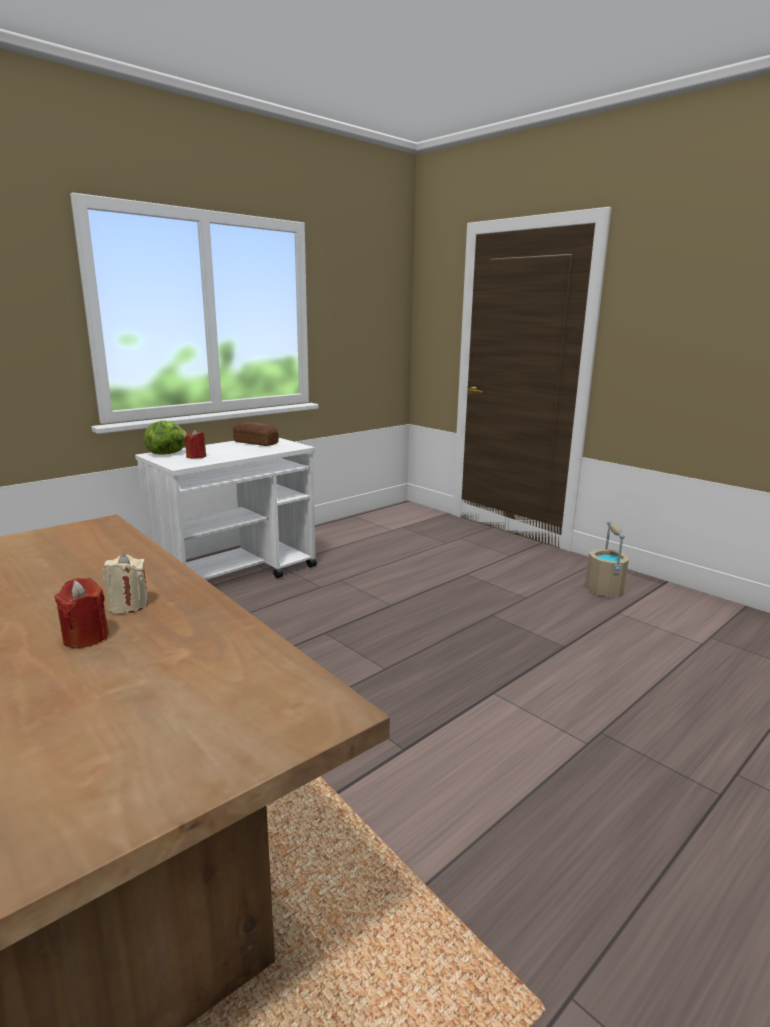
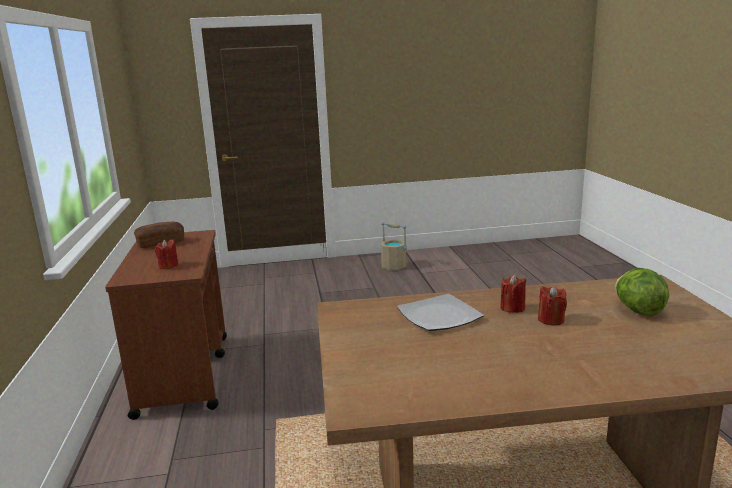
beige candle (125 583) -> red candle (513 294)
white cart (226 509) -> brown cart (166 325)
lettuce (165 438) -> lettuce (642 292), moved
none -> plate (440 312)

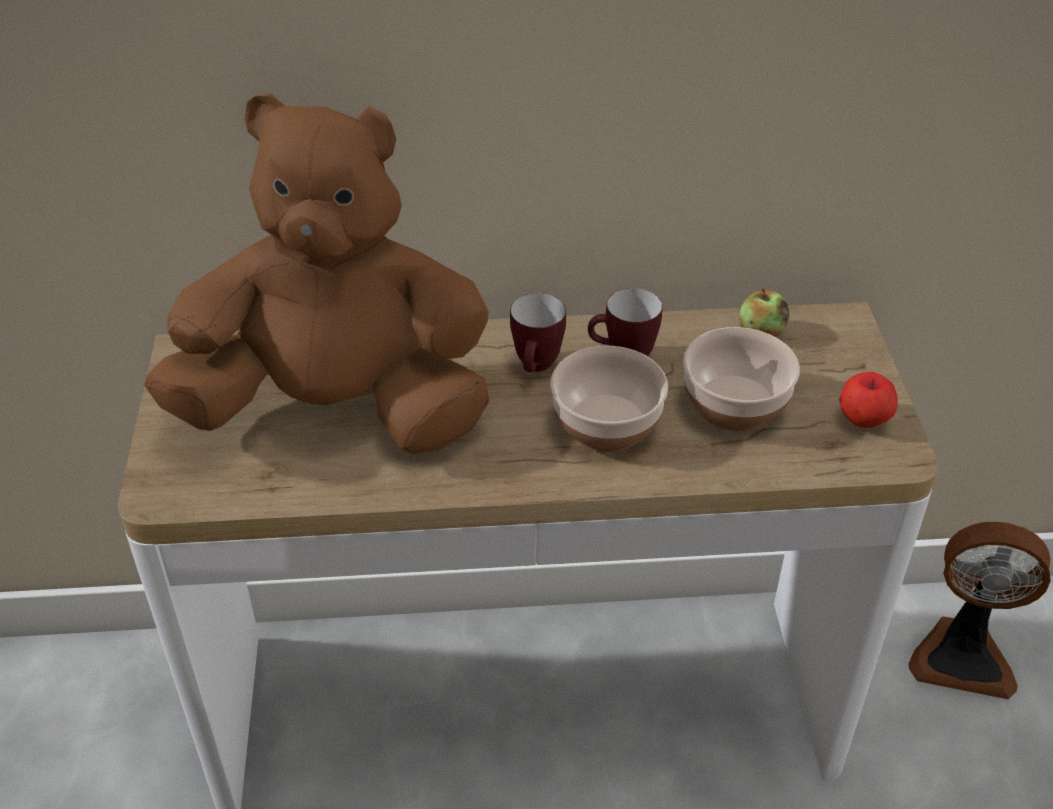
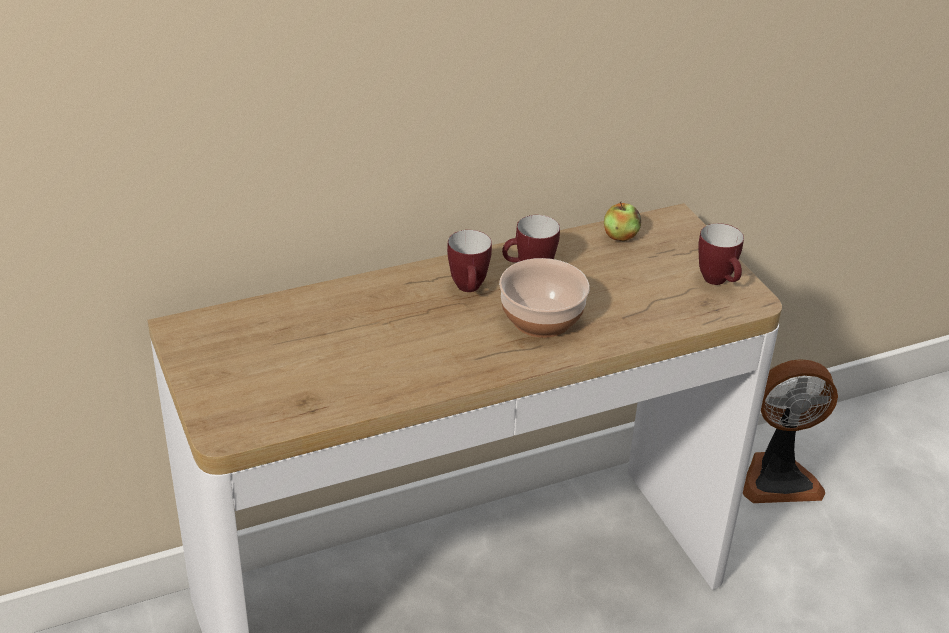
brown plush toy (317 274) -> none
bowl (741 379) -> none
apple (868 400) -> mug (721 254)

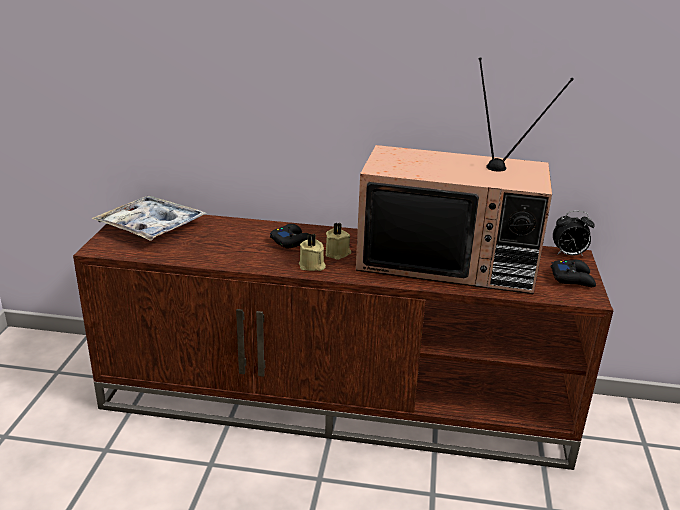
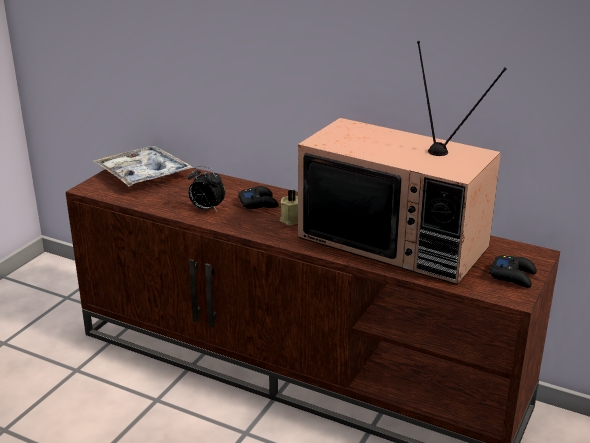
beige candle (312 252) -> none
alarm clock (574 233) -> alarm clock (206 188), moved

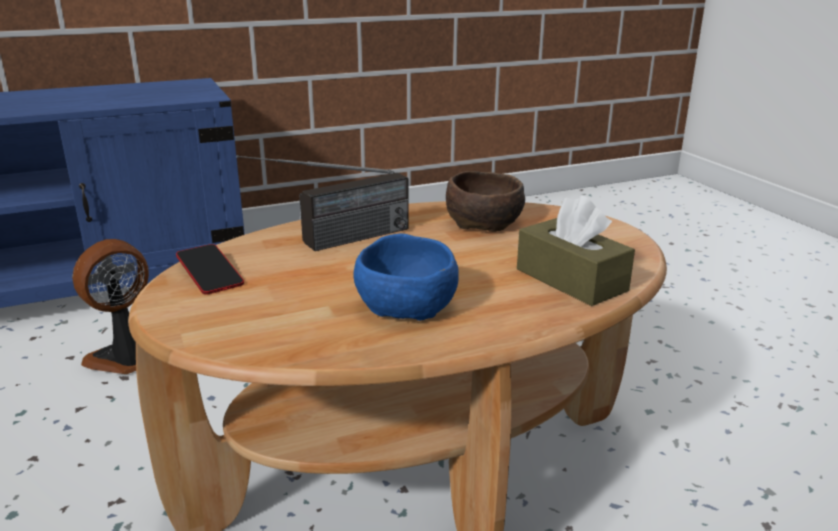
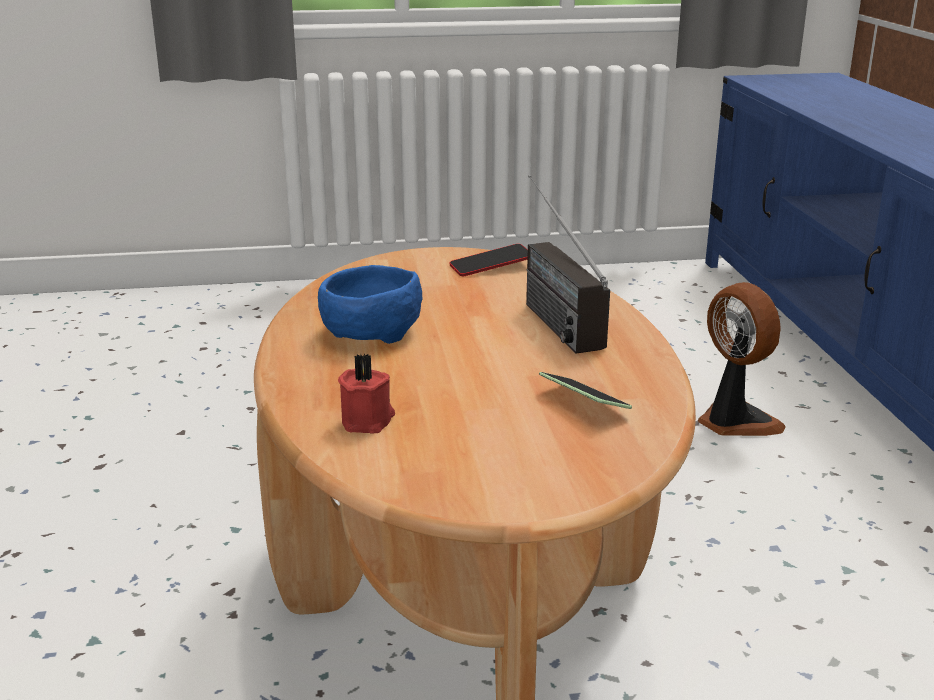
brown bowl (485 201) -> phone (585 390)
brown tissue box (576 250) -> red candle (366 393)

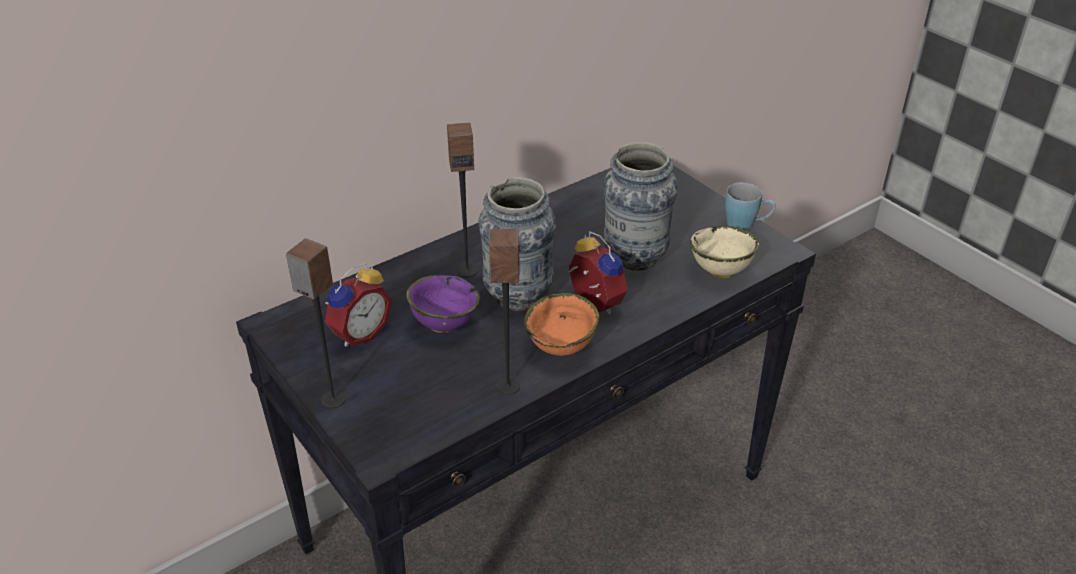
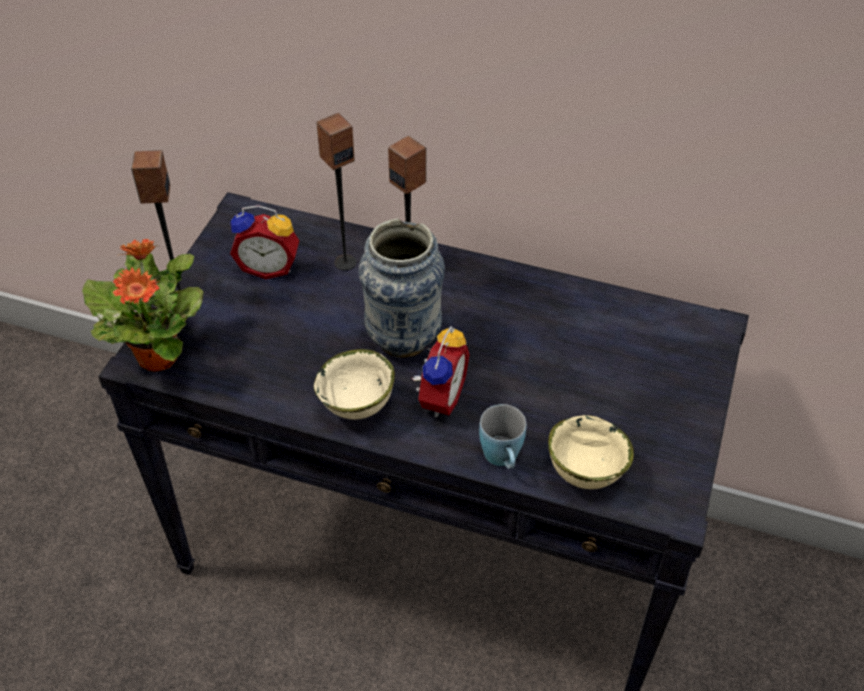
purple bowl (443 304) -> none
speaker (504 312) -> speaker (336 192), moved
orange bowl (561 324) -> beige bowl (354 384)
vase (640 206) -> none
blue mug (750 206) -> blue mug (503 436), moved
none -> potted plant (142 305)

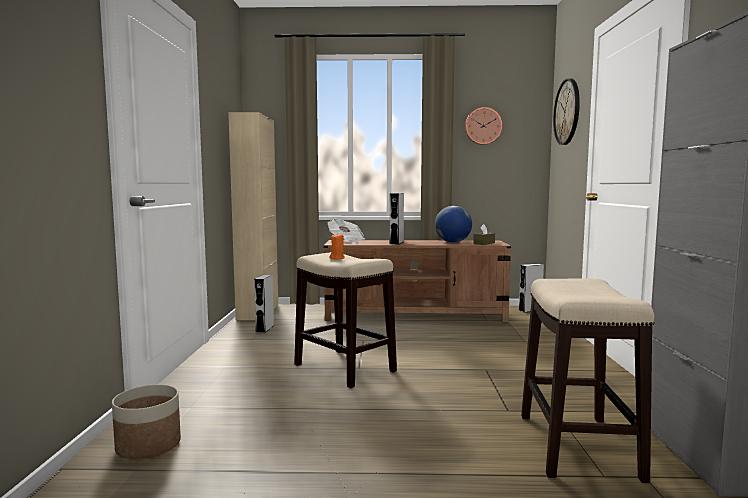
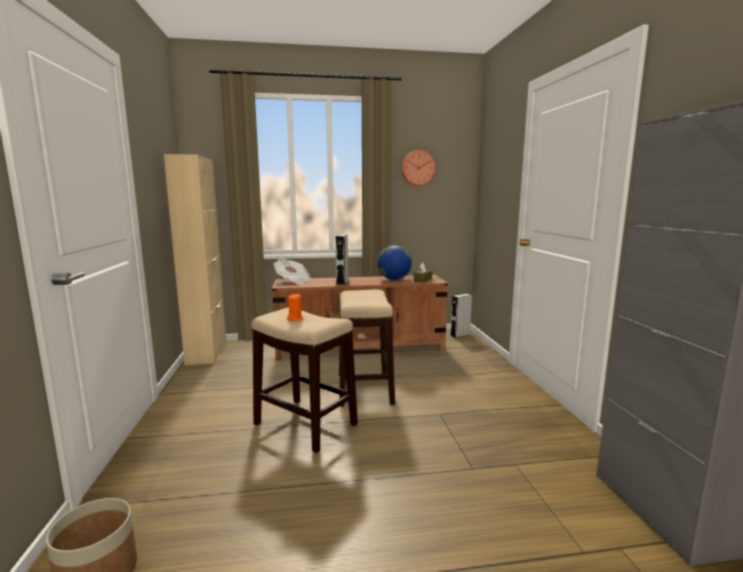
grey speaker (264 303) -> none
stool (587 380) -> stool (367 348), moved
wall clock (566 111) -> none

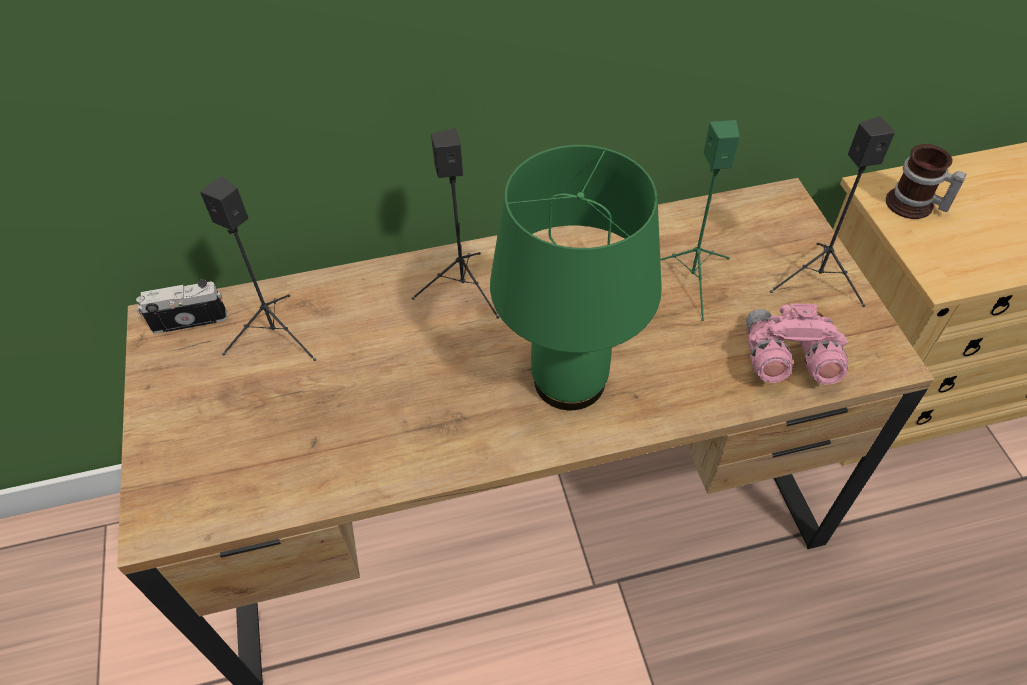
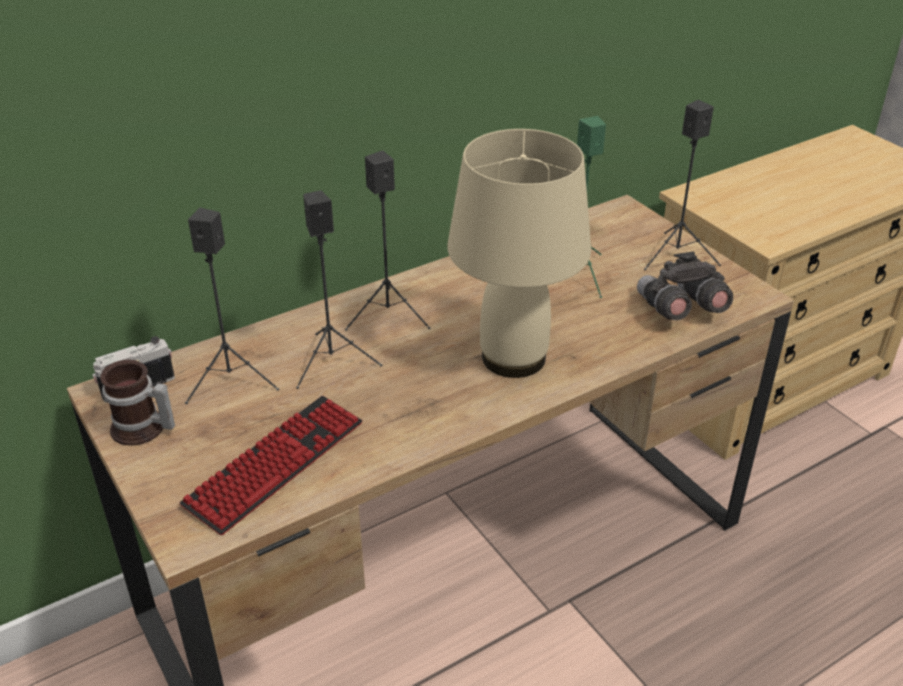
green table lamp (576 277) -> beige table lamp (519 253)
pink binoculars (797 344) -> grey binoculars (685 285)
mug (926 181) -> mug (137 402), moved
none -> keyboard (271 465)
none -> black speaker (339 289)

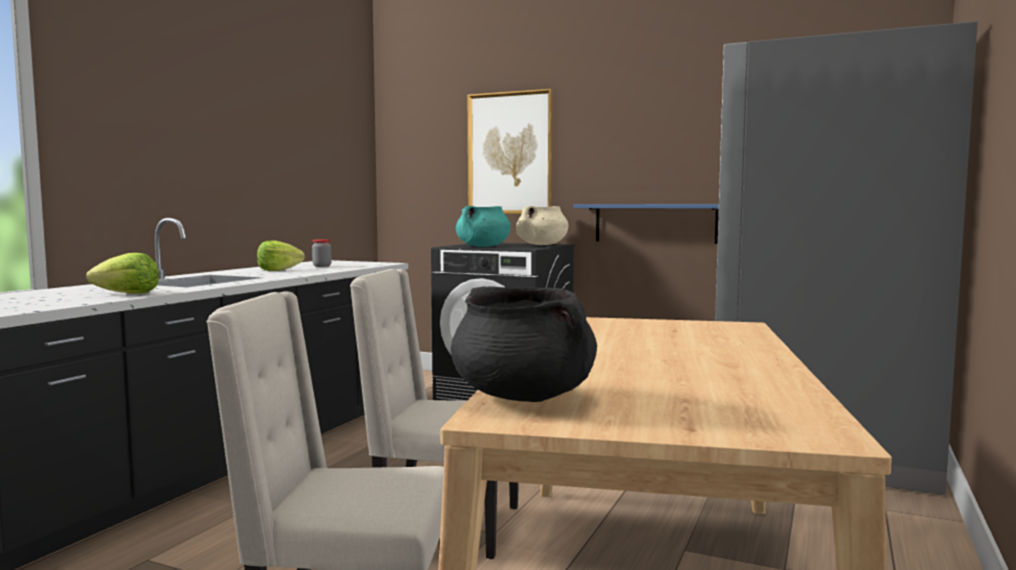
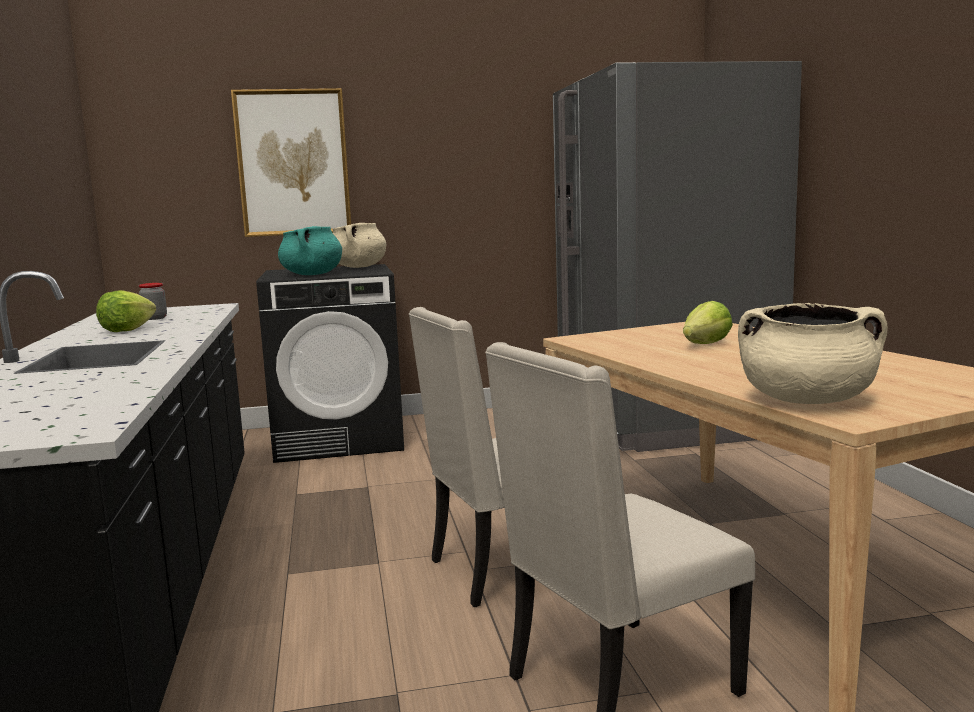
lettuce (122 273) -> lettuce (708 322), moved
black cooking pot (524 344) -> beige cooking pot (812 353)
blue shelf (646 224) -> none

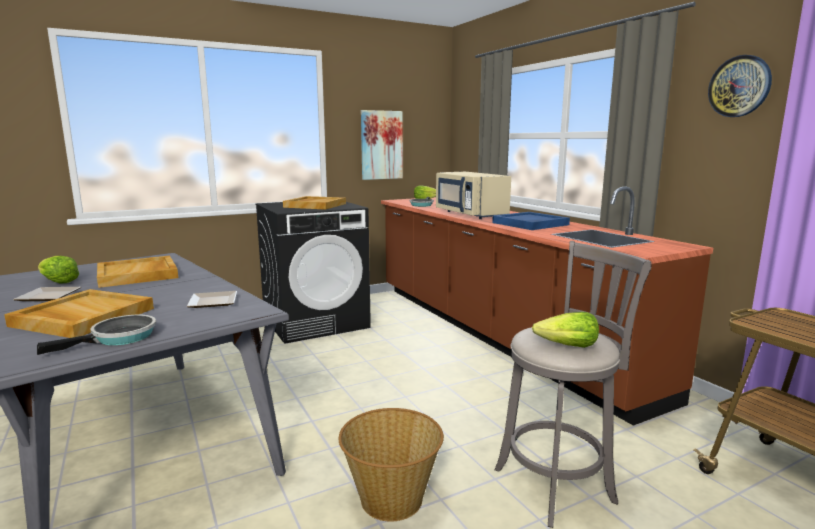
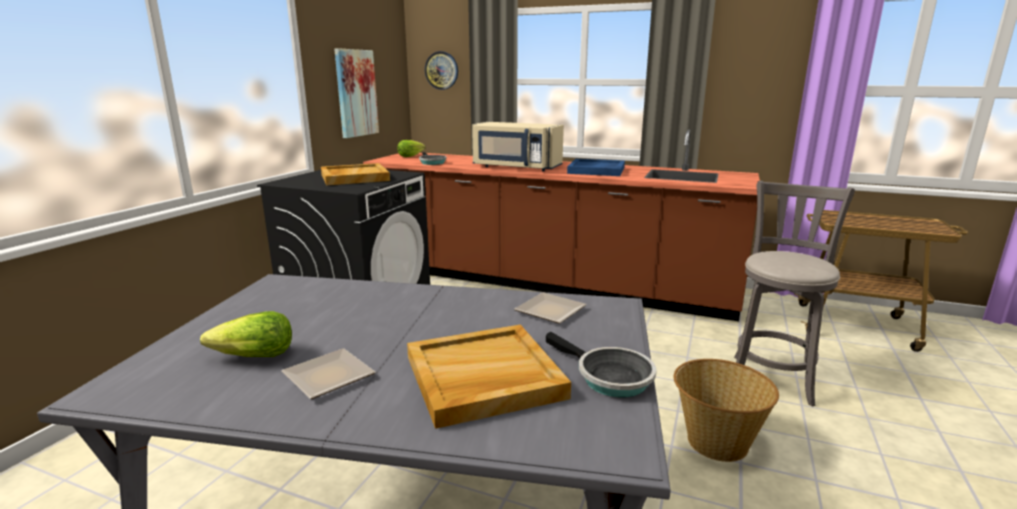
frying pan (96 335) -> frying pan (601 364), 135 degrees clockwise
beige tray (137 272) -> none
lettuce (565 330) -> none
wall clock (740 86) -> wall clock (441 70), moved

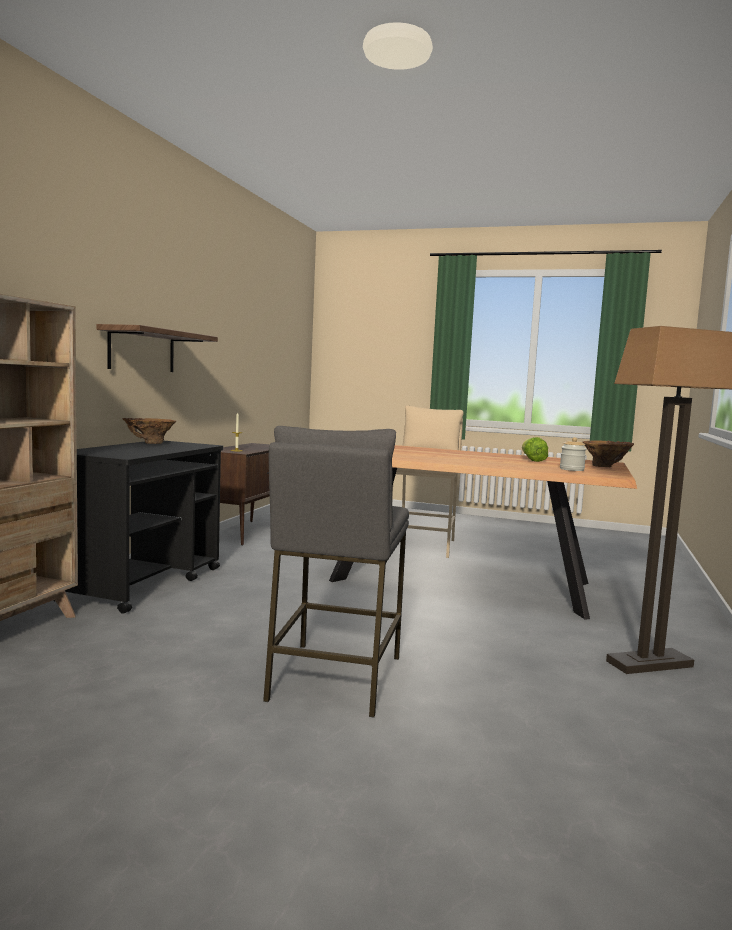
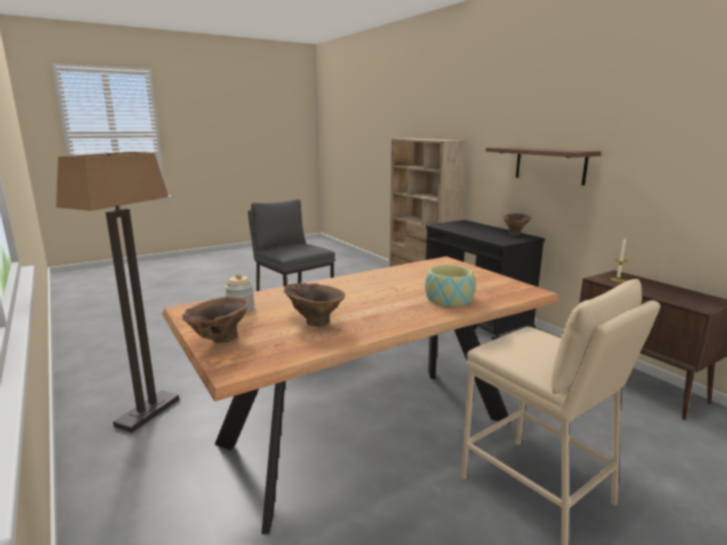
lettuce (535 449) -> brown vase (314 305)
none -> bowl (450 286)

